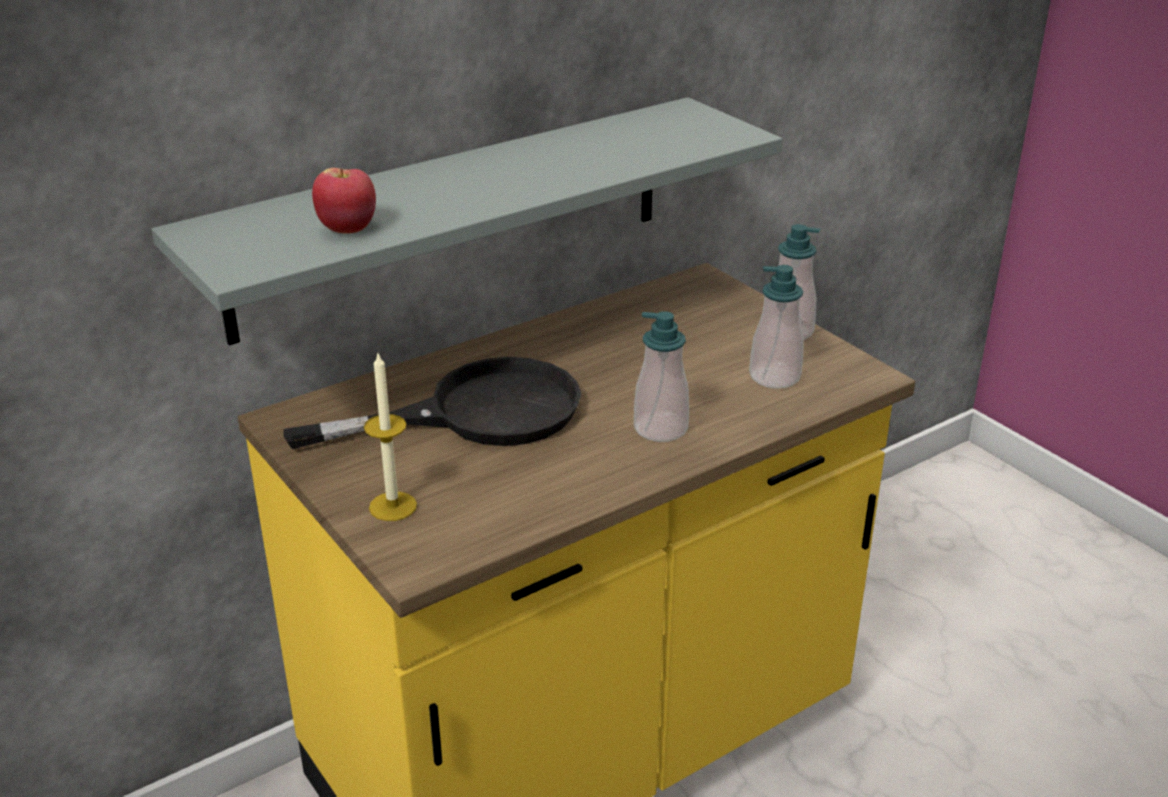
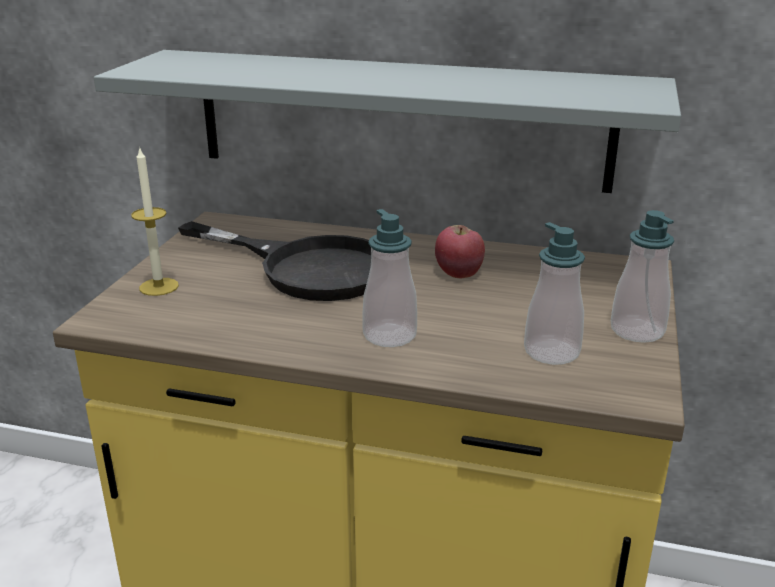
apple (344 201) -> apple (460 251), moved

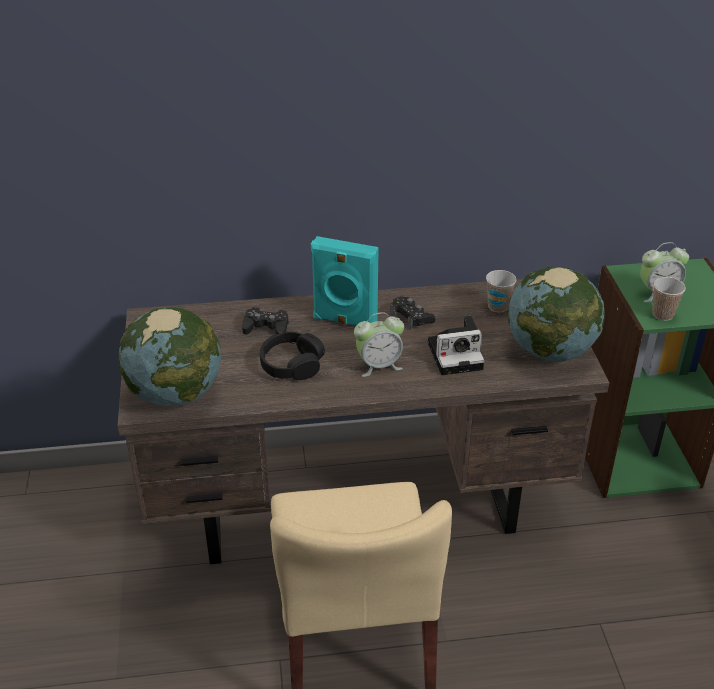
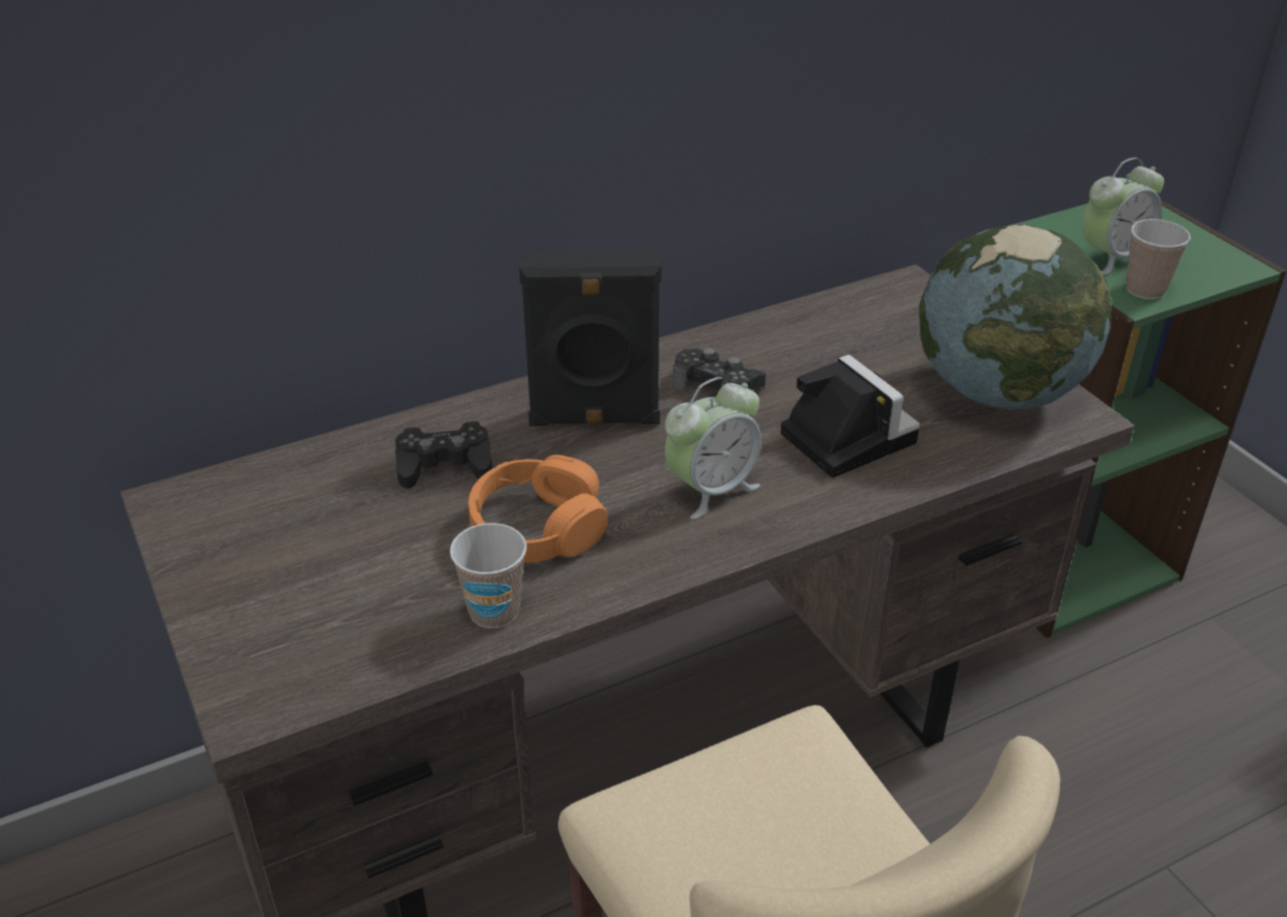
globe (170 356) -> none
black headphones (292 355) -> orange headphones (538 509)
turquoise speaker (345 280) -> black speaker (590 338)
photo camera (456 345) -> photo camera (850 416), 90 degrees counterclockwise
cup (501 291) -> cup (488 575), moved

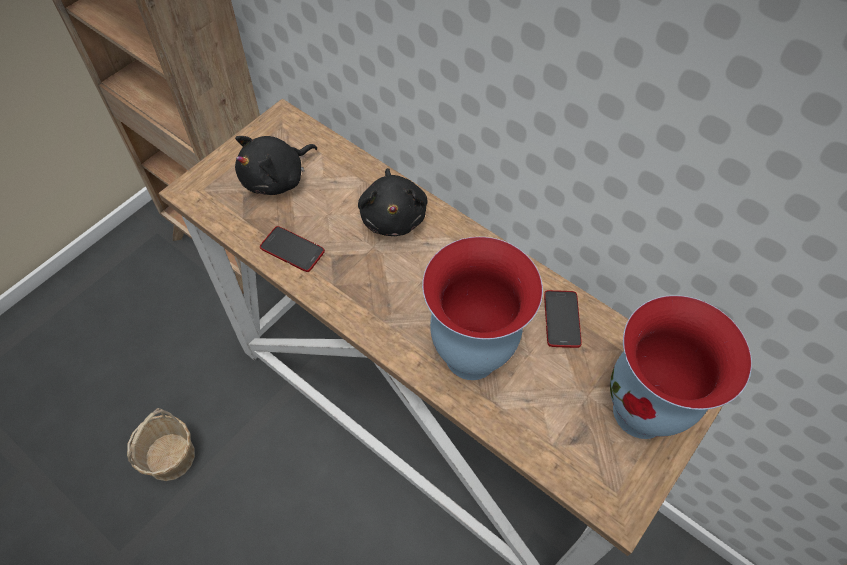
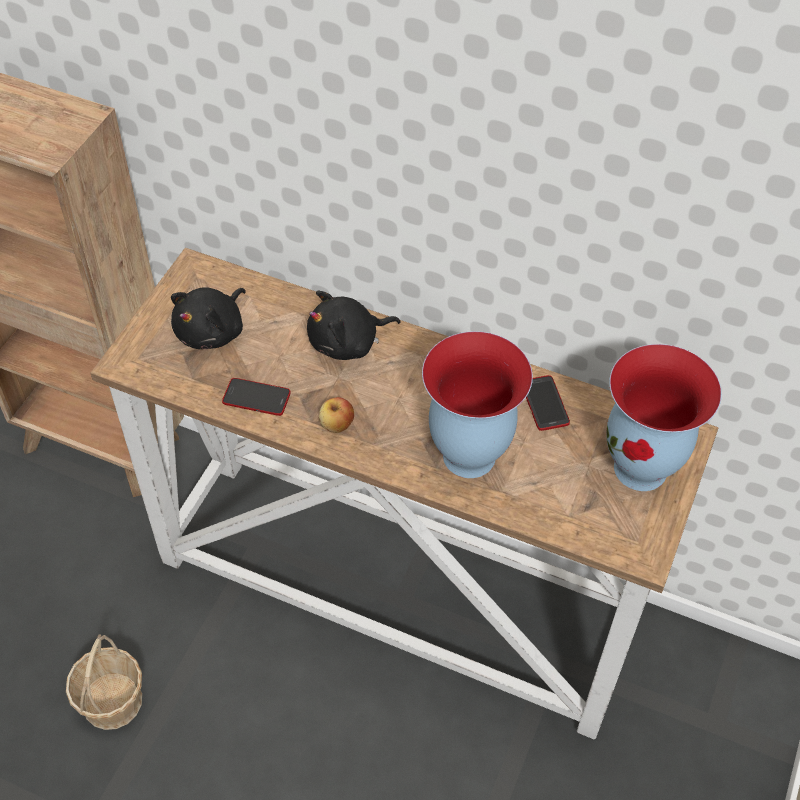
black plush toy (393 202) -> black plush toy (354 325), 90 degrees clockwise
none -> apple (336 415)

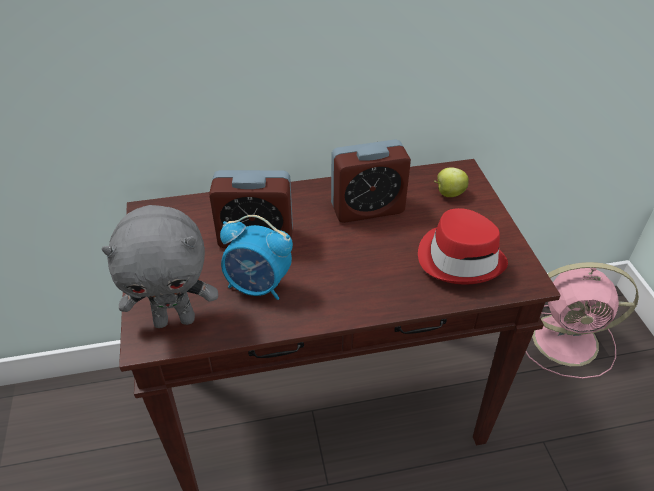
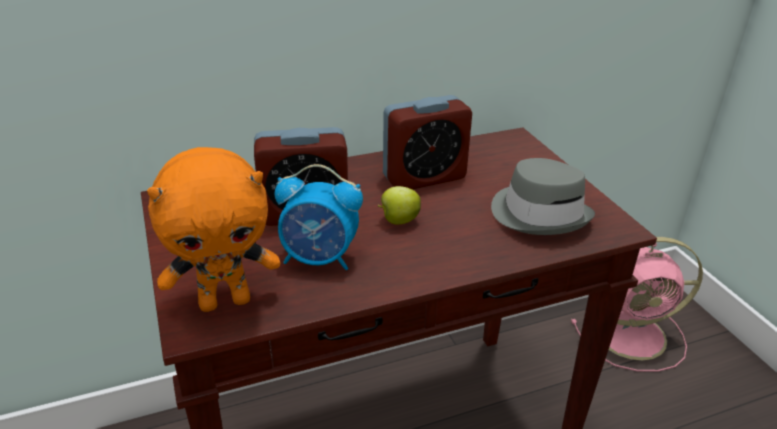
grey plush toy (159 266) -> orange plush toy (213 229)
red hat (463 246) -> grey hat (543 196)
apple (451 182) -> apple (399 205), moved

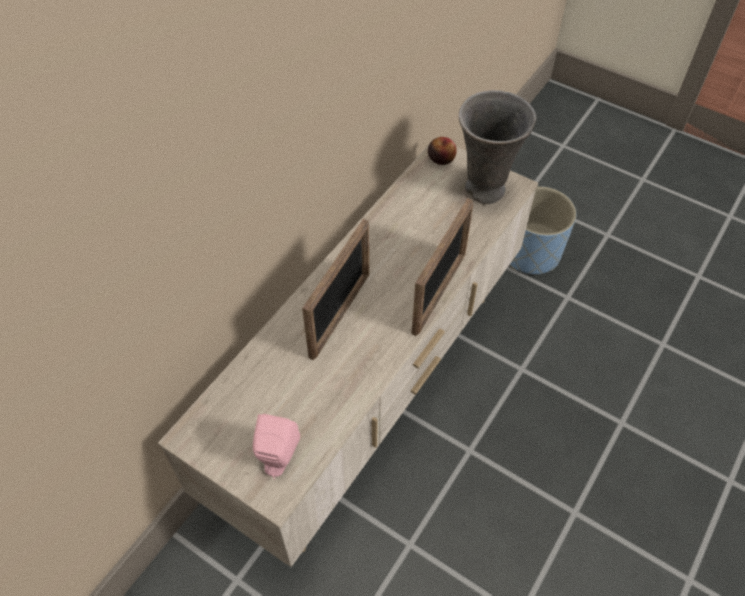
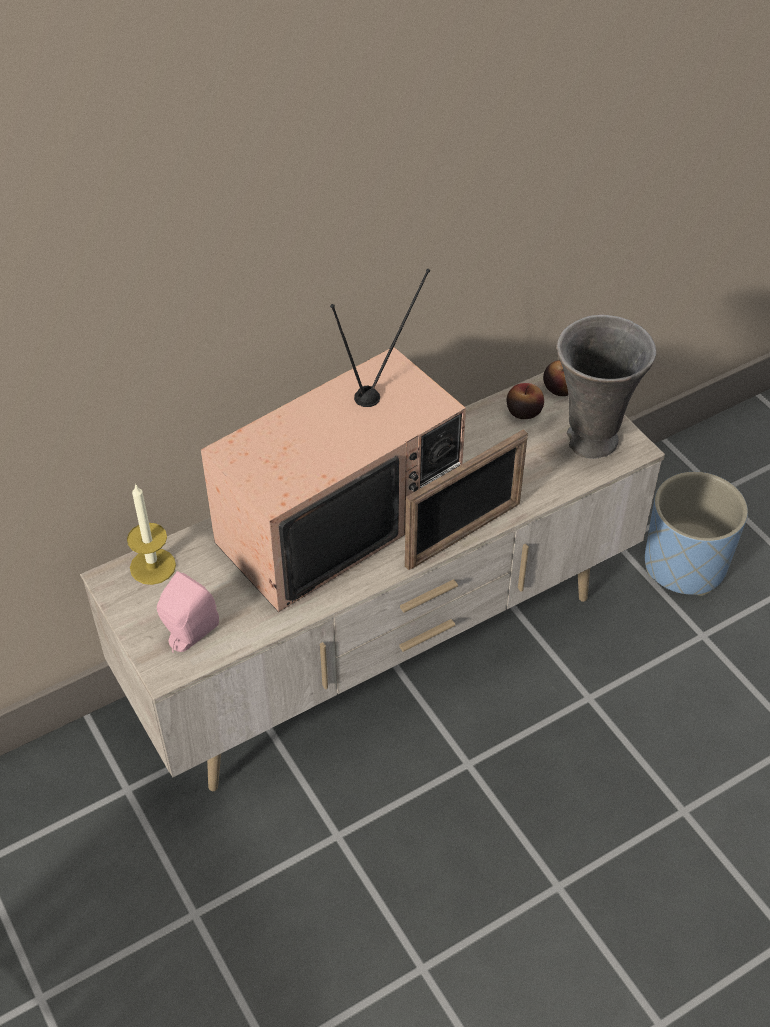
picture frame (335 289) -> television (333 440)
none -> candle (151 534)
none -> apple (525 401)

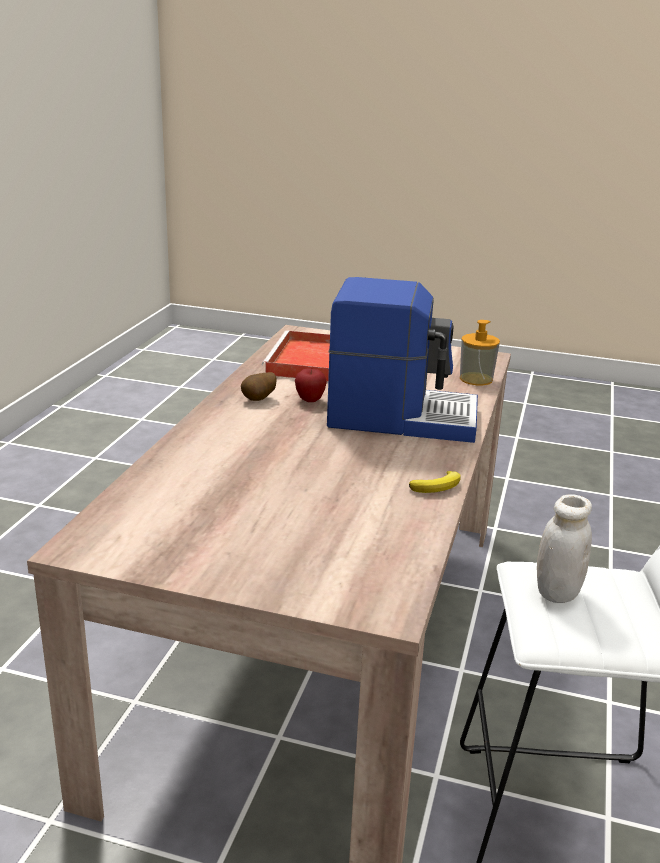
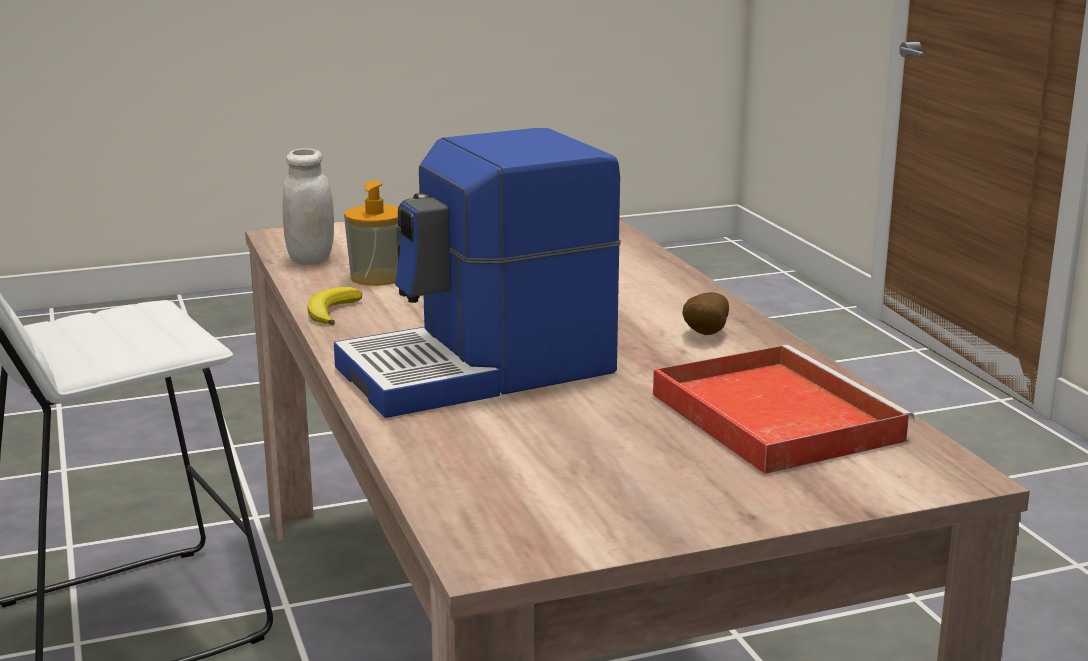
apple (311 385) -> none
soap dispenser (480 352) -> soap dispenser (371 233), moved
white jar (564 548) -> white jar (308 206), moved

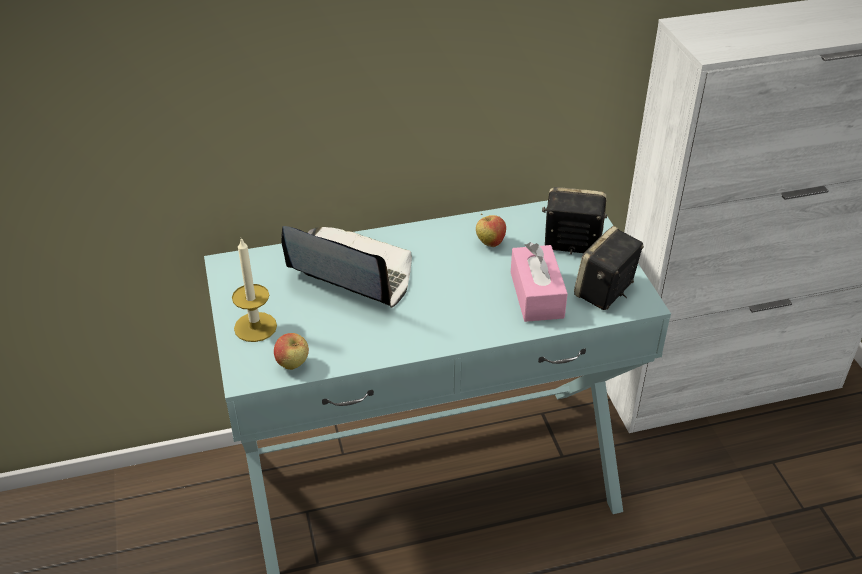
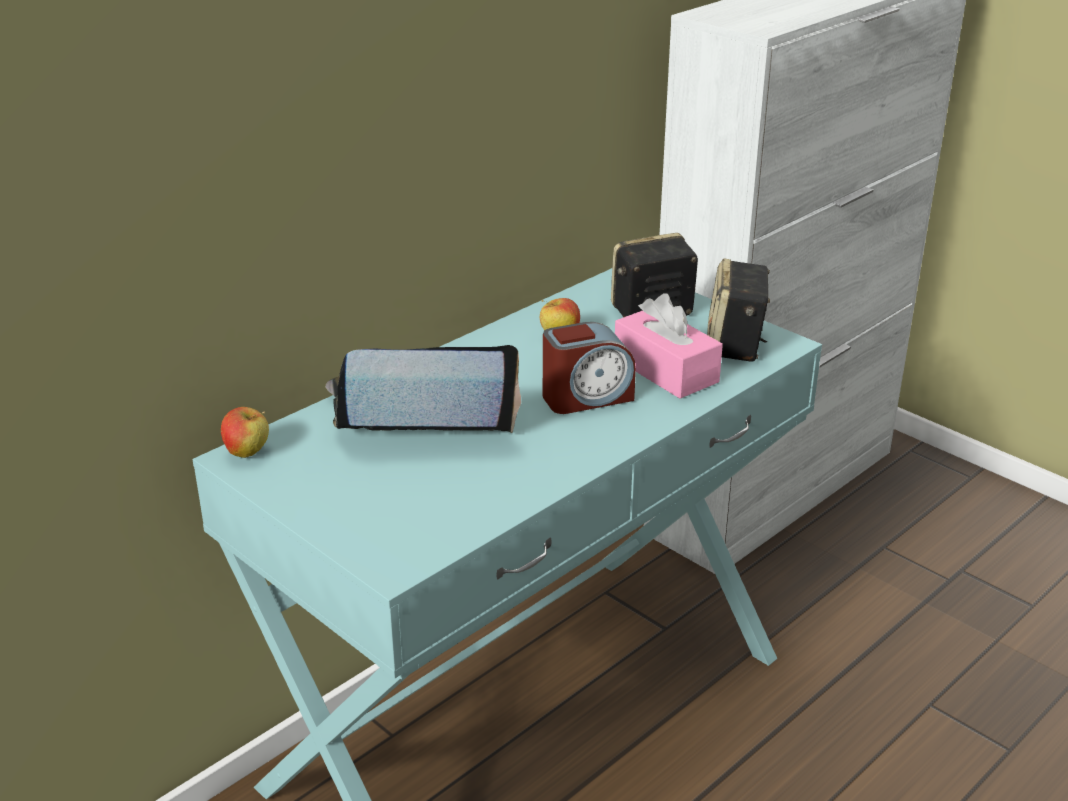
candle (254 290) -> none
apple (291 351) -> apple (245 432), moved
none -> alarm clock (589 368)

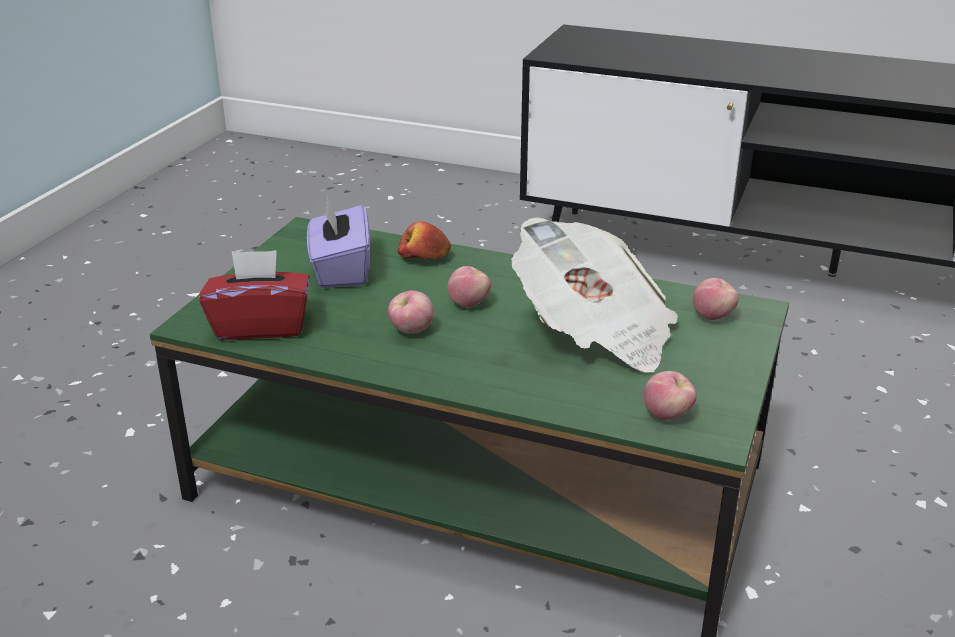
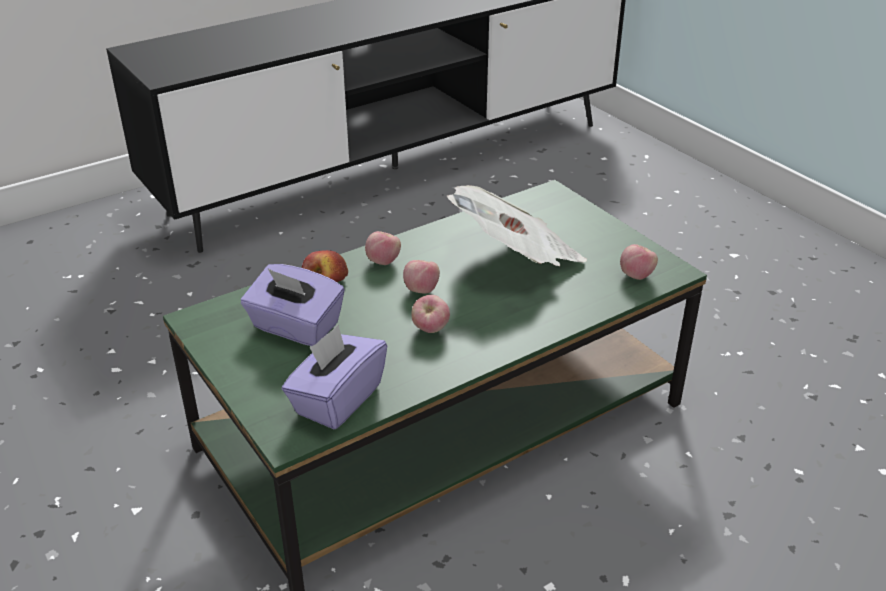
red tissue box (254 295) -> purple tissue box (334 377)
apple (716 299) -> apple (383 248), moved

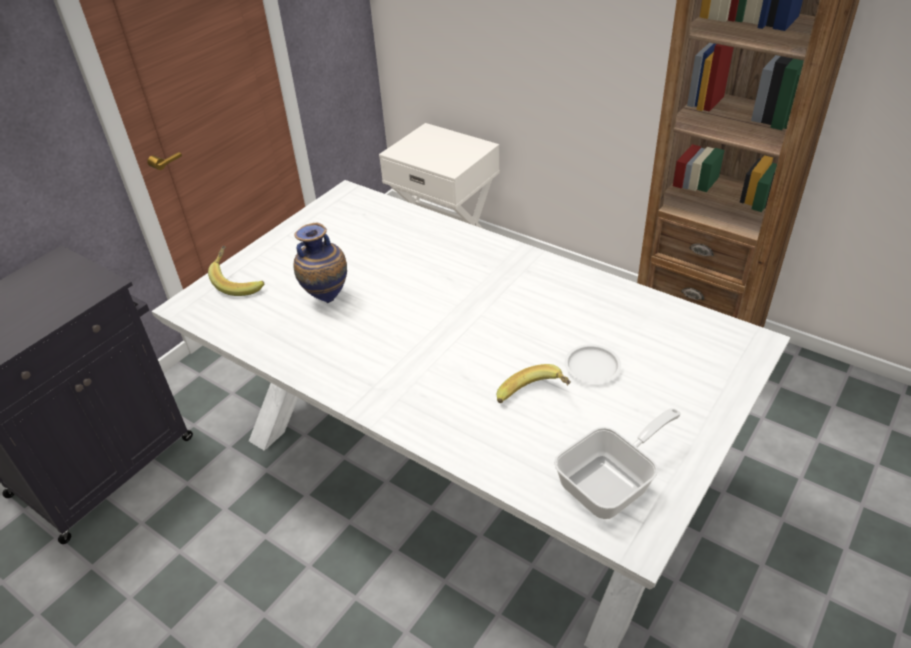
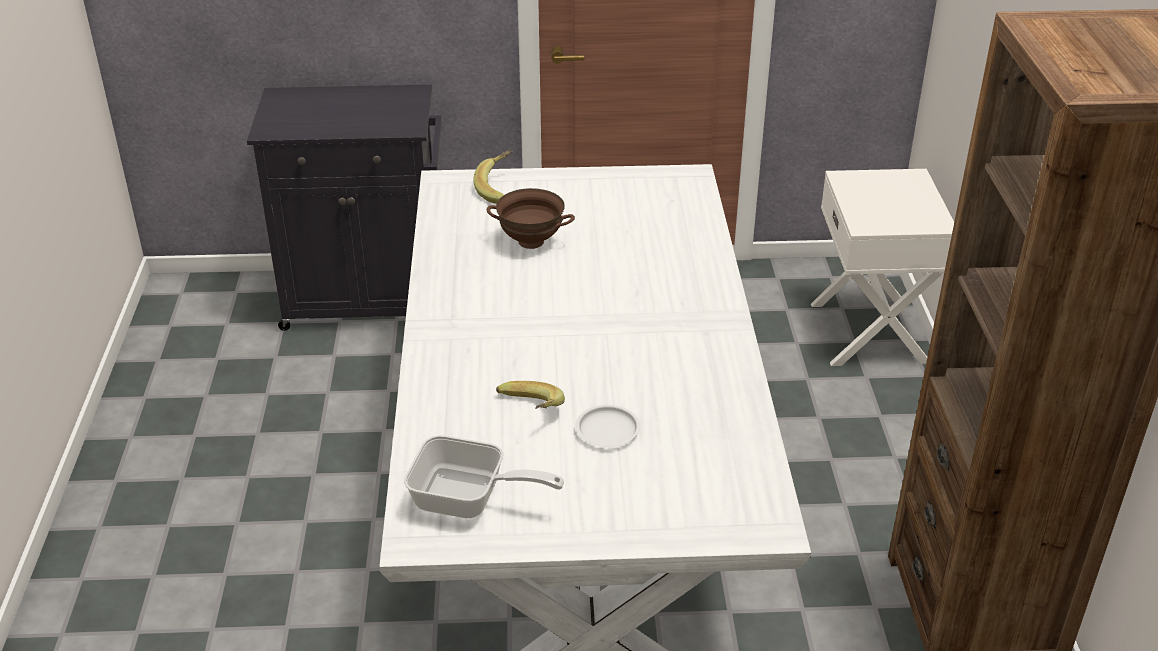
vase (320 262) -> brown bowl (531 218)

